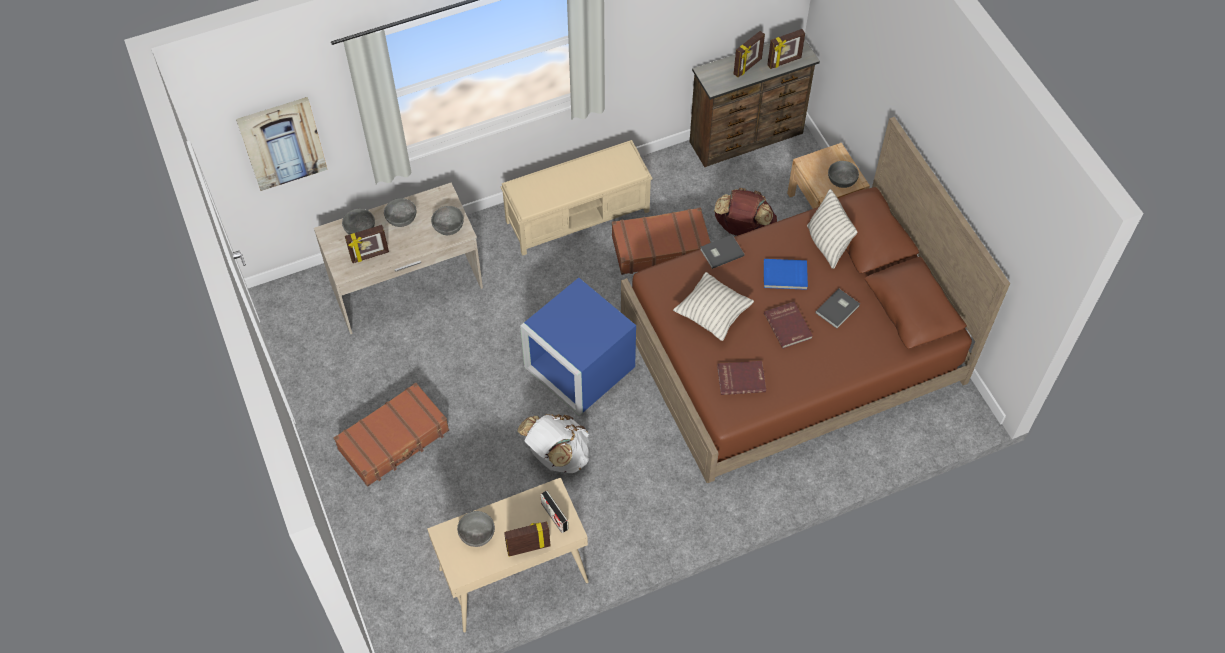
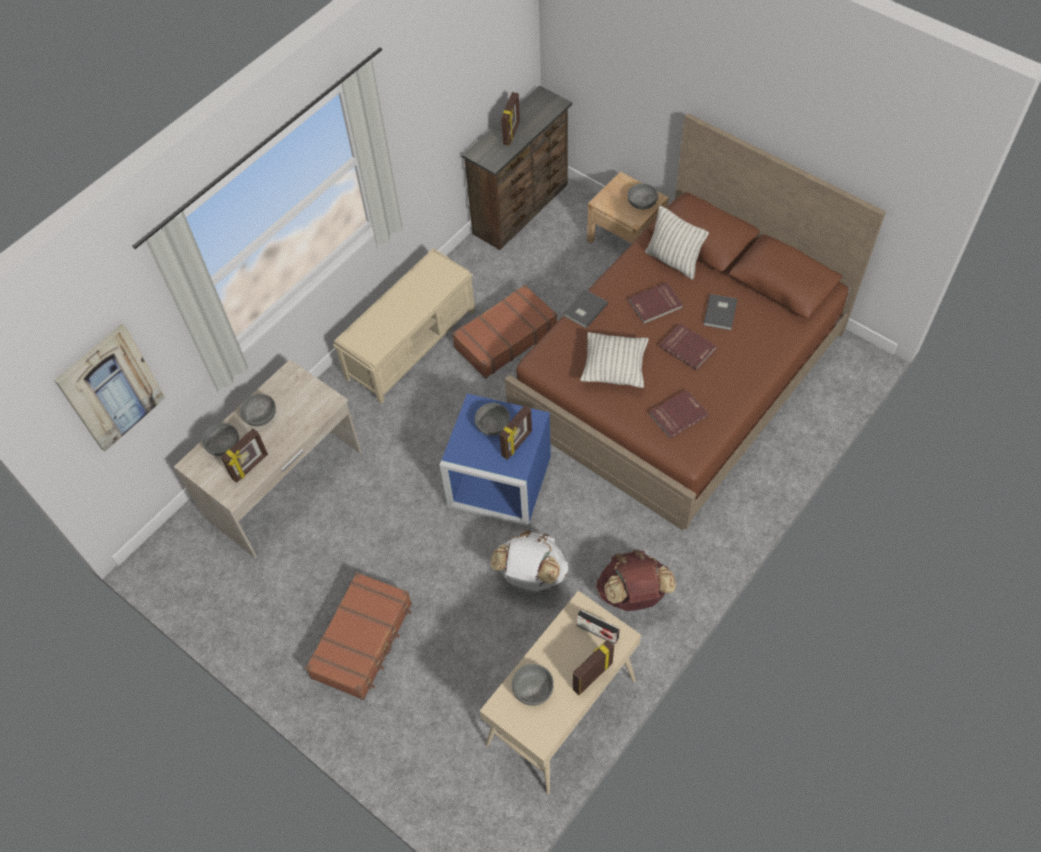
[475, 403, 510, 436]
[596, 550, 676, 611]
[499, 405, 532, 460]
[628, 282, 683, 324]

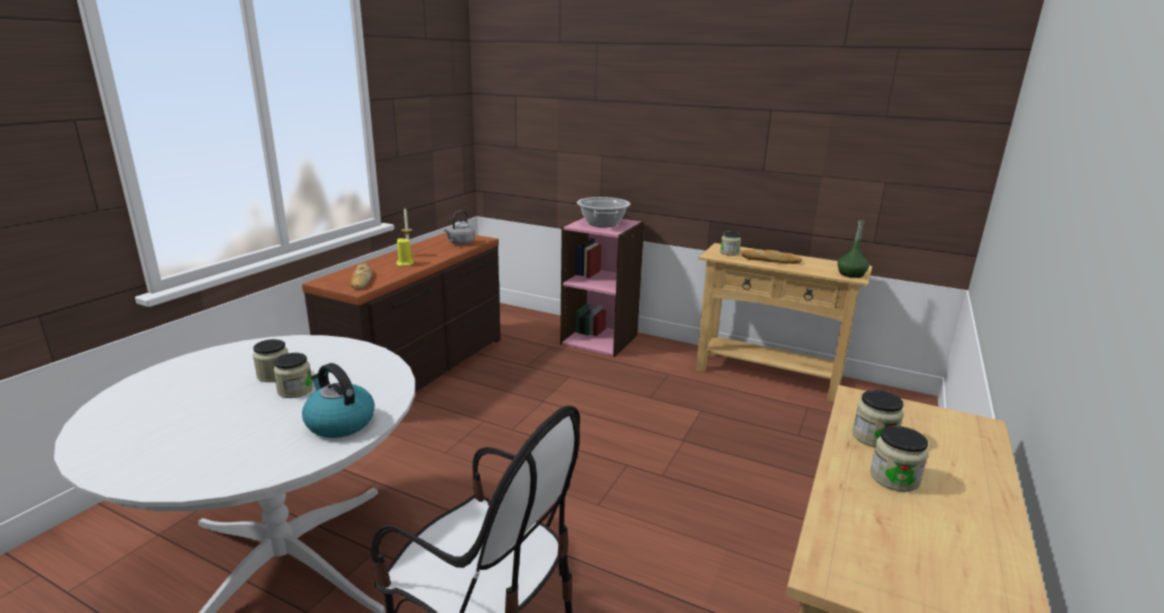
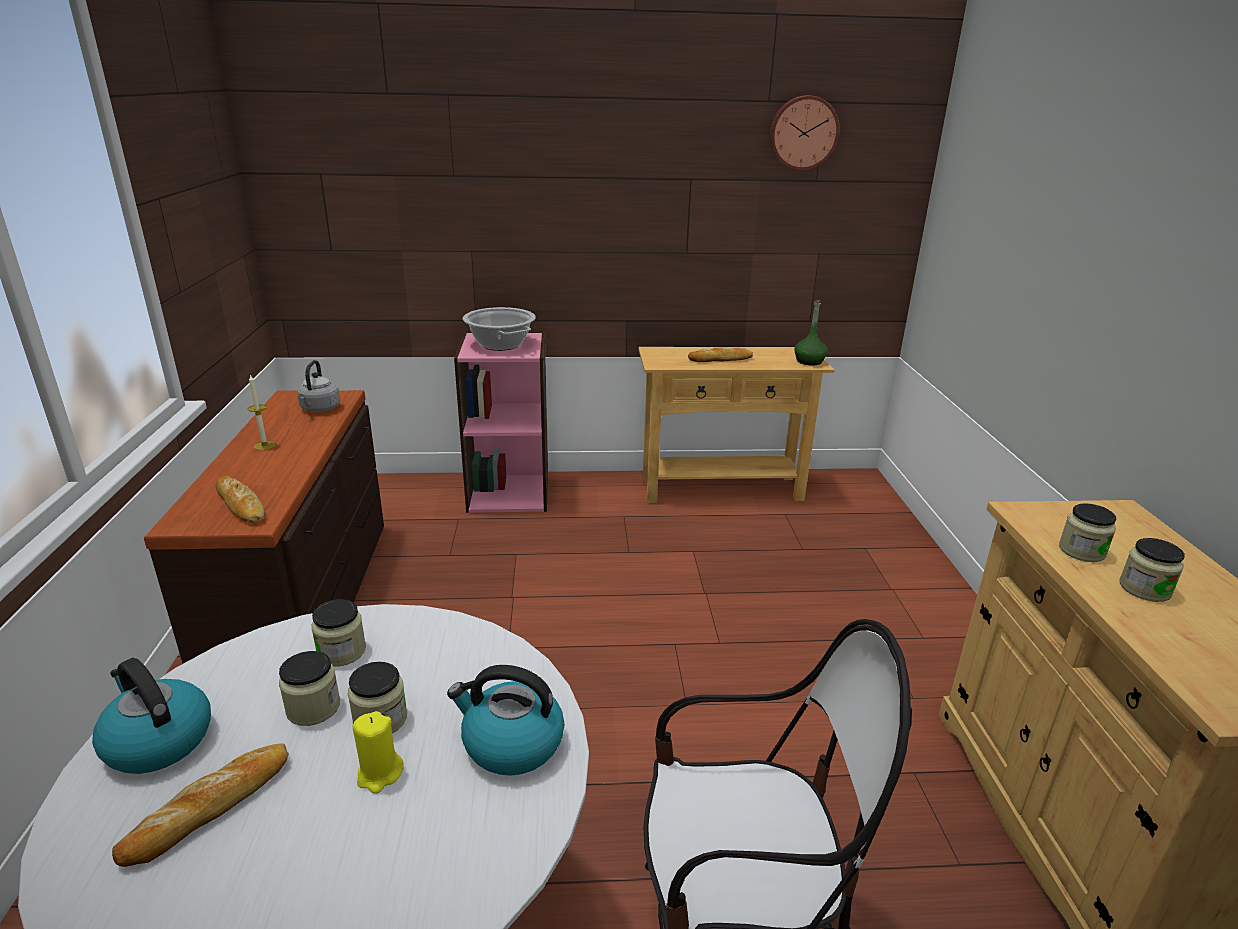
[92, 658, 211, 774]
[112, 743, 289, 867]
[769, 95, 840, 170]
[352, 711, 404, 794]
[311, 599, 366, 667]

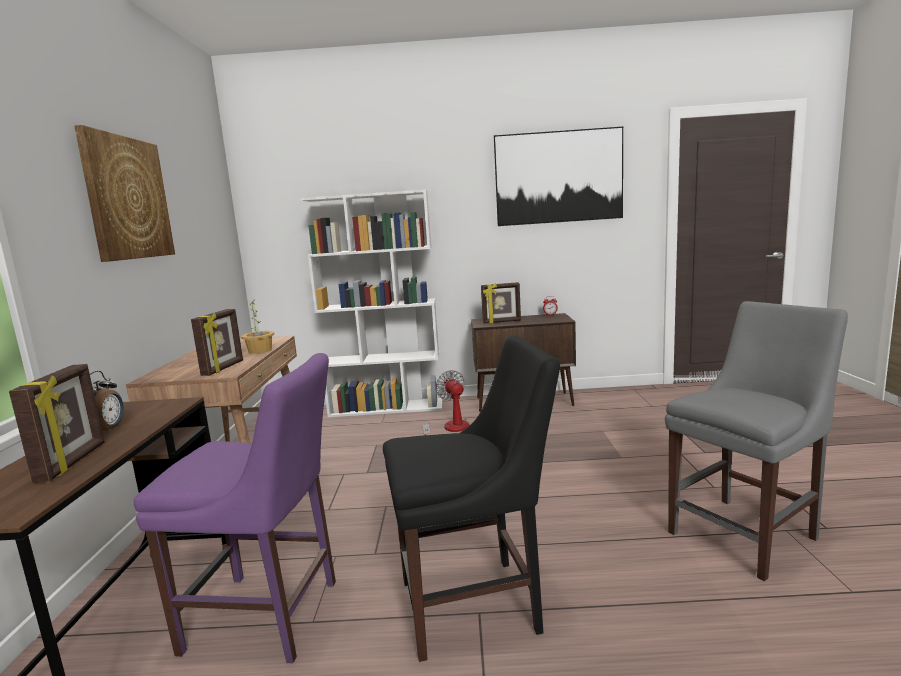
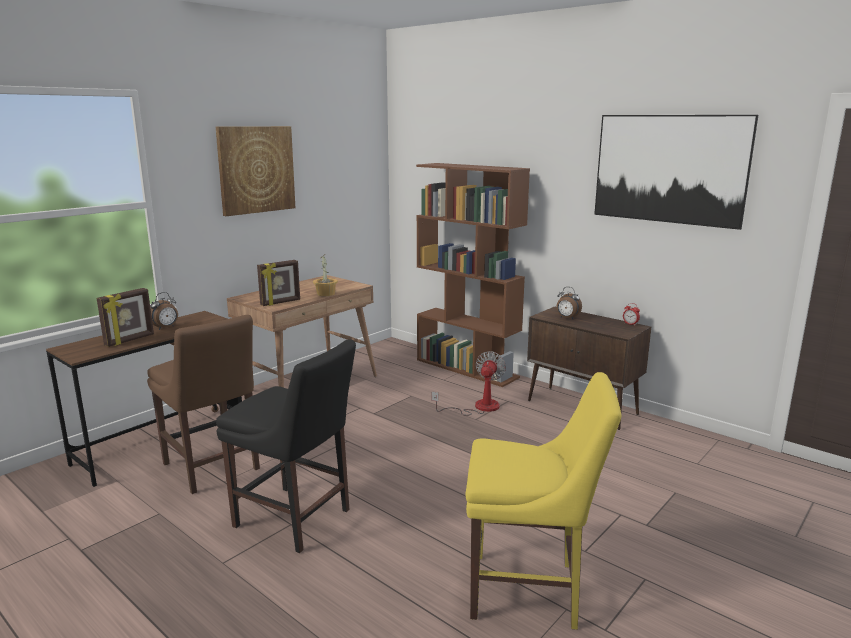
[557, 287, 582, 319]
[147, 315, 260, 494]
[416, 163, 530, 387]
[466, 372, 621, 630]

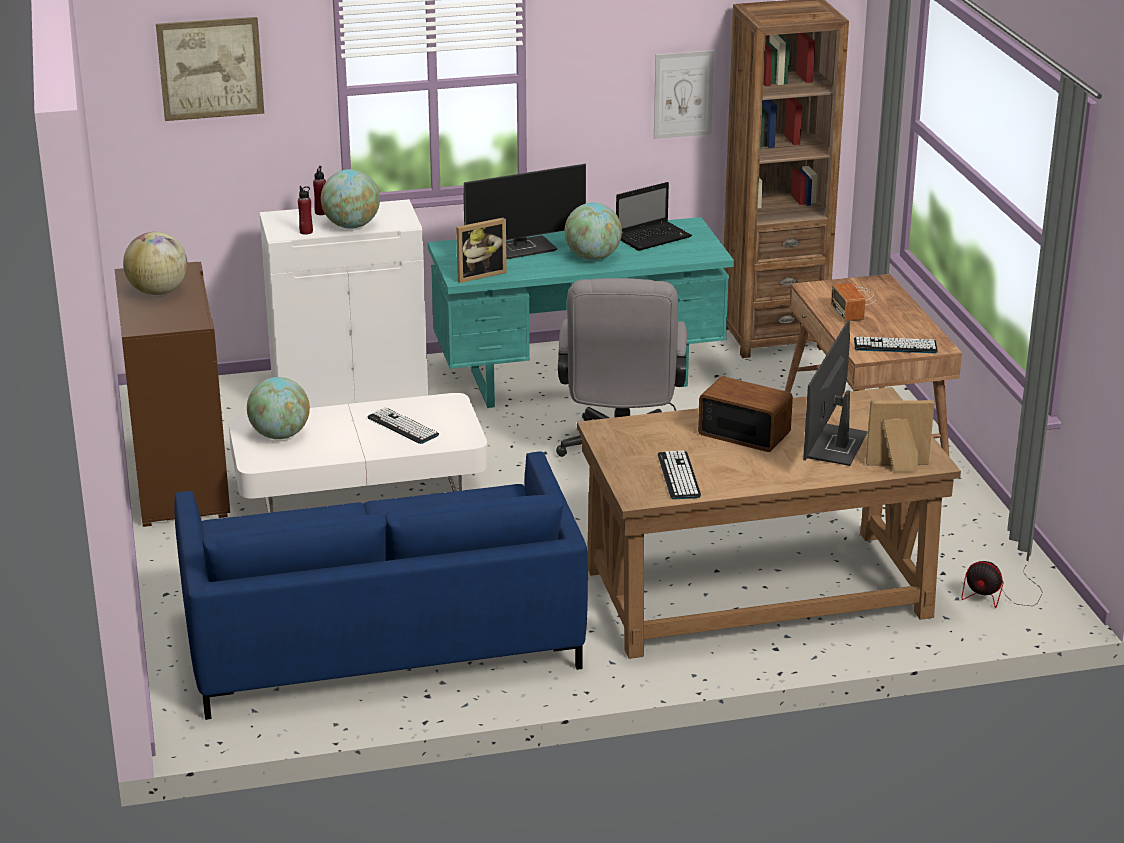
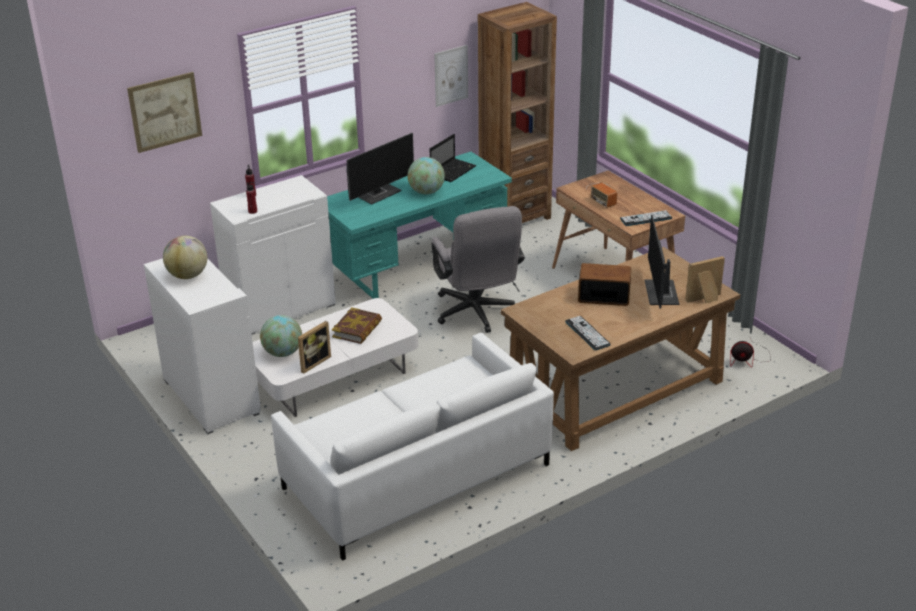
[321, 169, 380, 229] (first image)
[298, 321, 331, 373]
[332, 307, 382, 344]
[144, 258, 261, 434]
[271, 333, 554, 561]

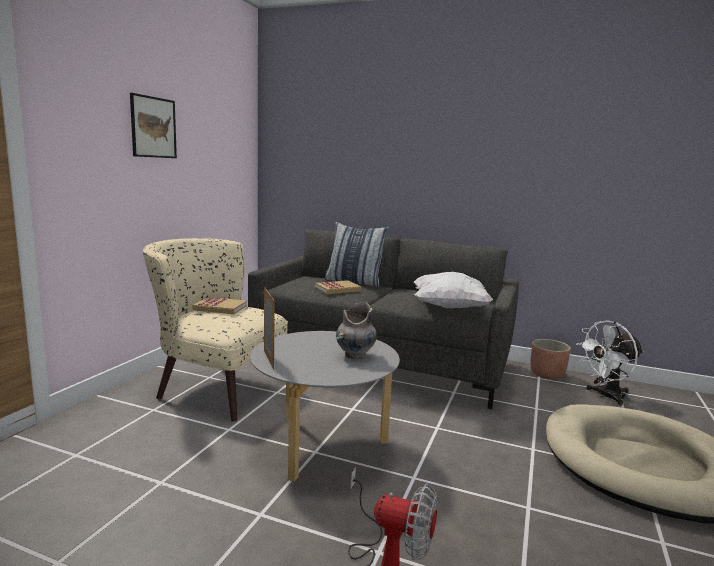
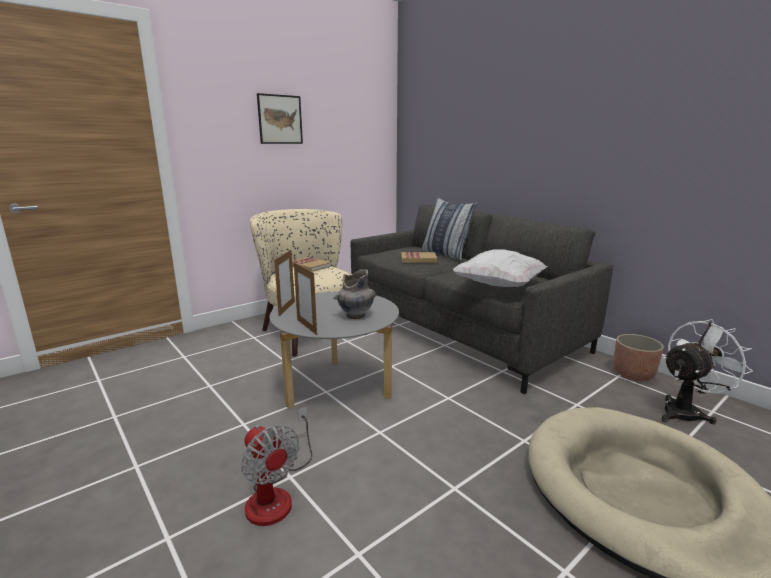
[294, 262, 317, 335]
[661, 319, 753, 424]

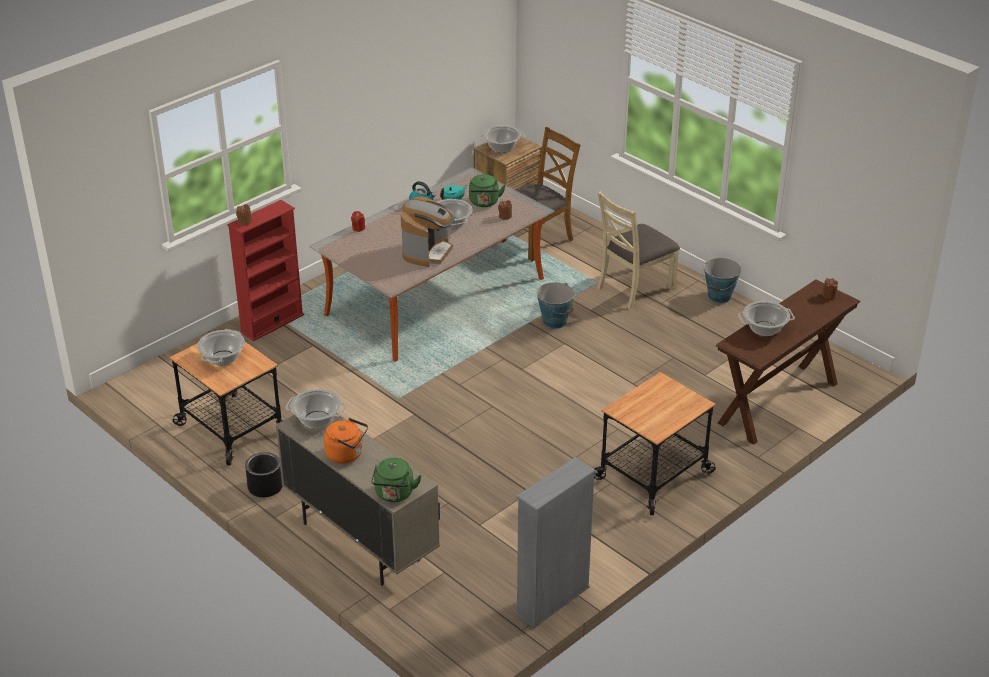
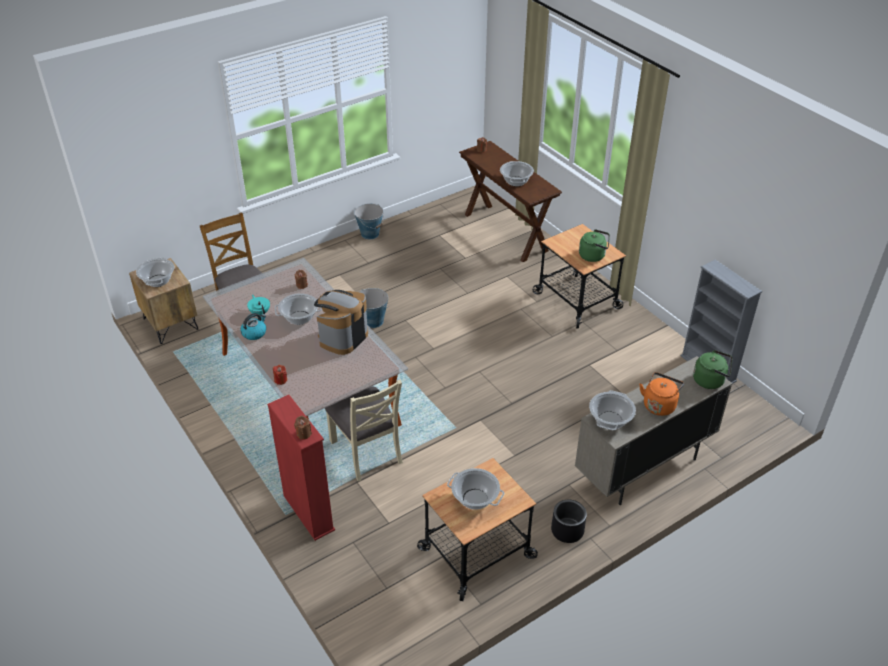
[579, 229, 610, 262]
[325, 380, 403, 482]
[314, 290, 368, 355]

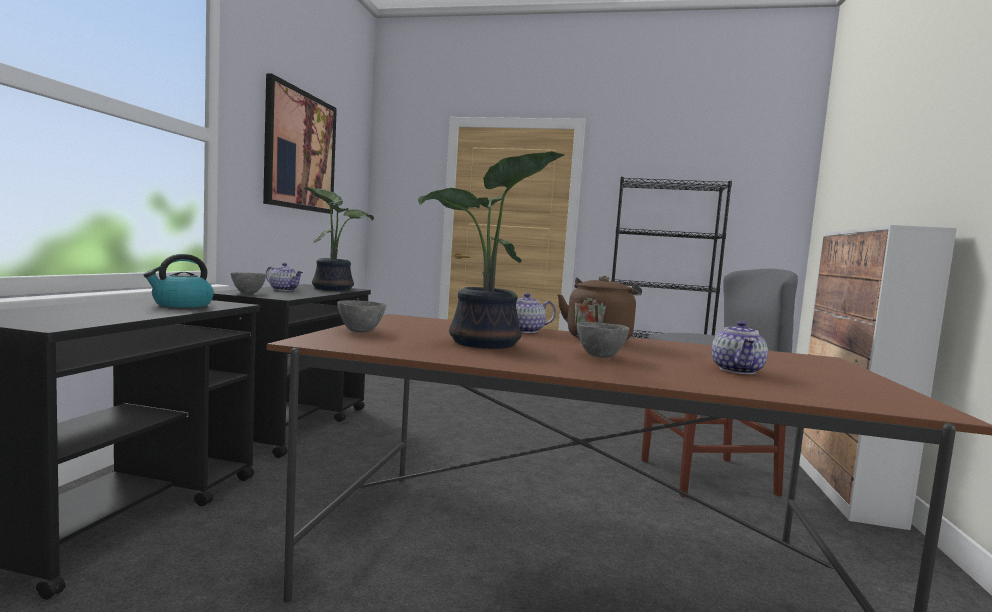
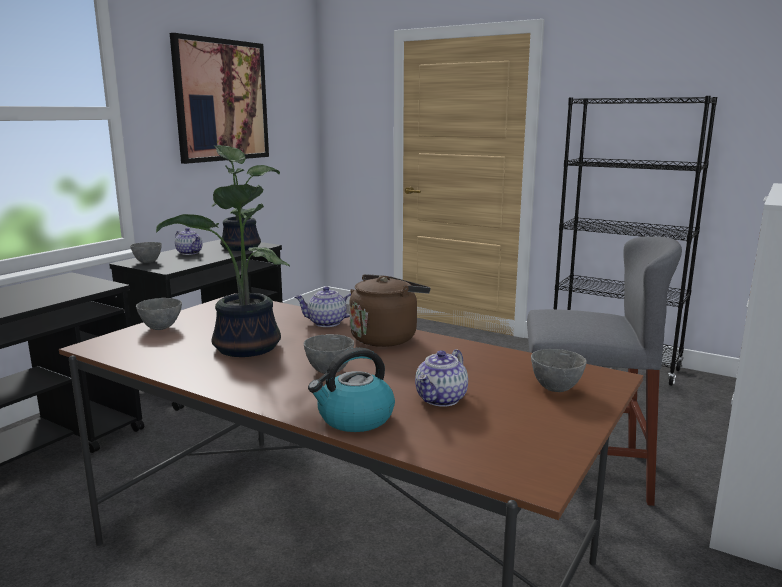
[531, 349, 587, 392]
[308, 348, 395, 432]

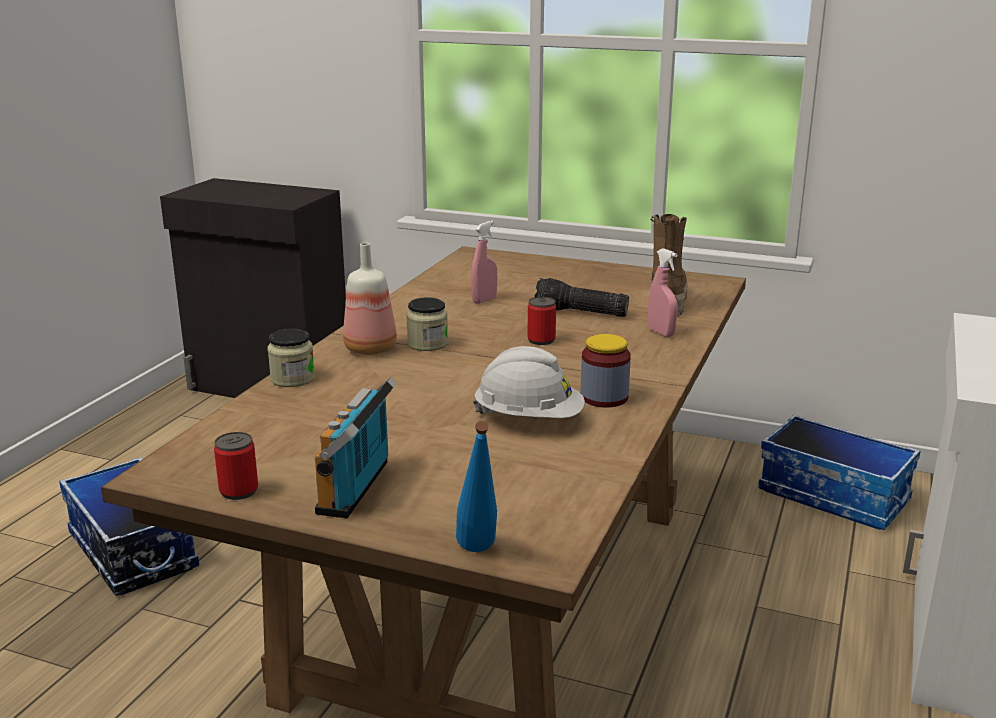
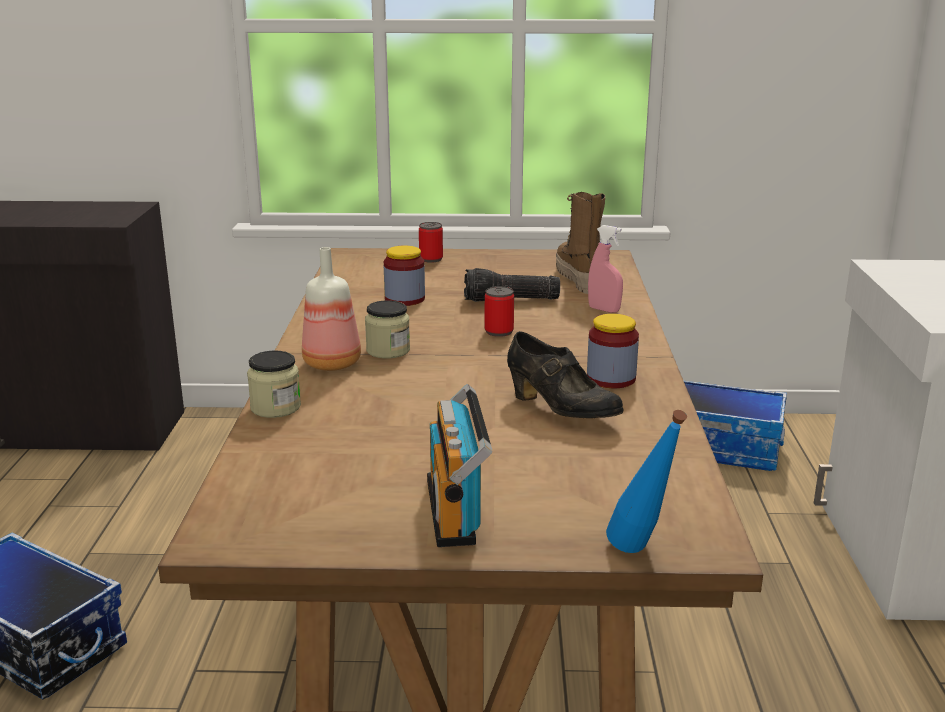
[419, 222, 443, 263]
[384, 246, 425, 306]
[507, 331, 624, 418]

